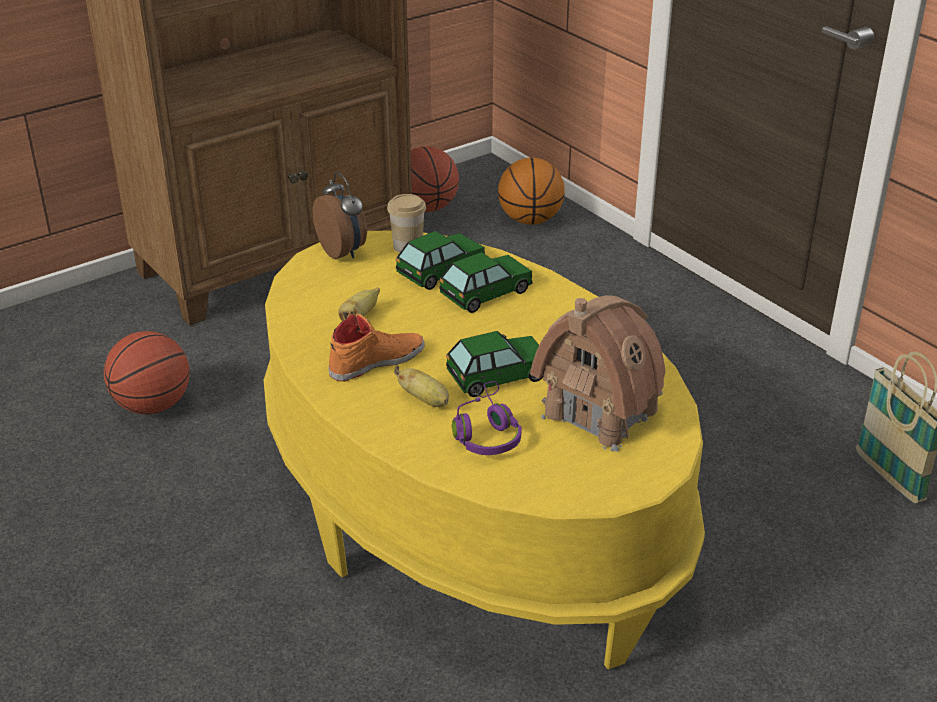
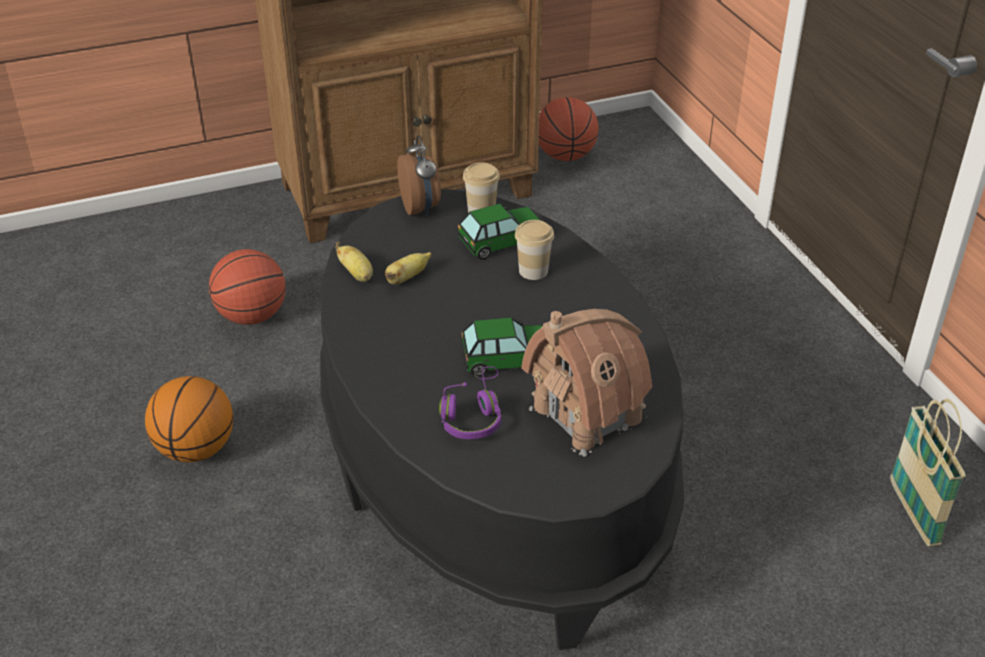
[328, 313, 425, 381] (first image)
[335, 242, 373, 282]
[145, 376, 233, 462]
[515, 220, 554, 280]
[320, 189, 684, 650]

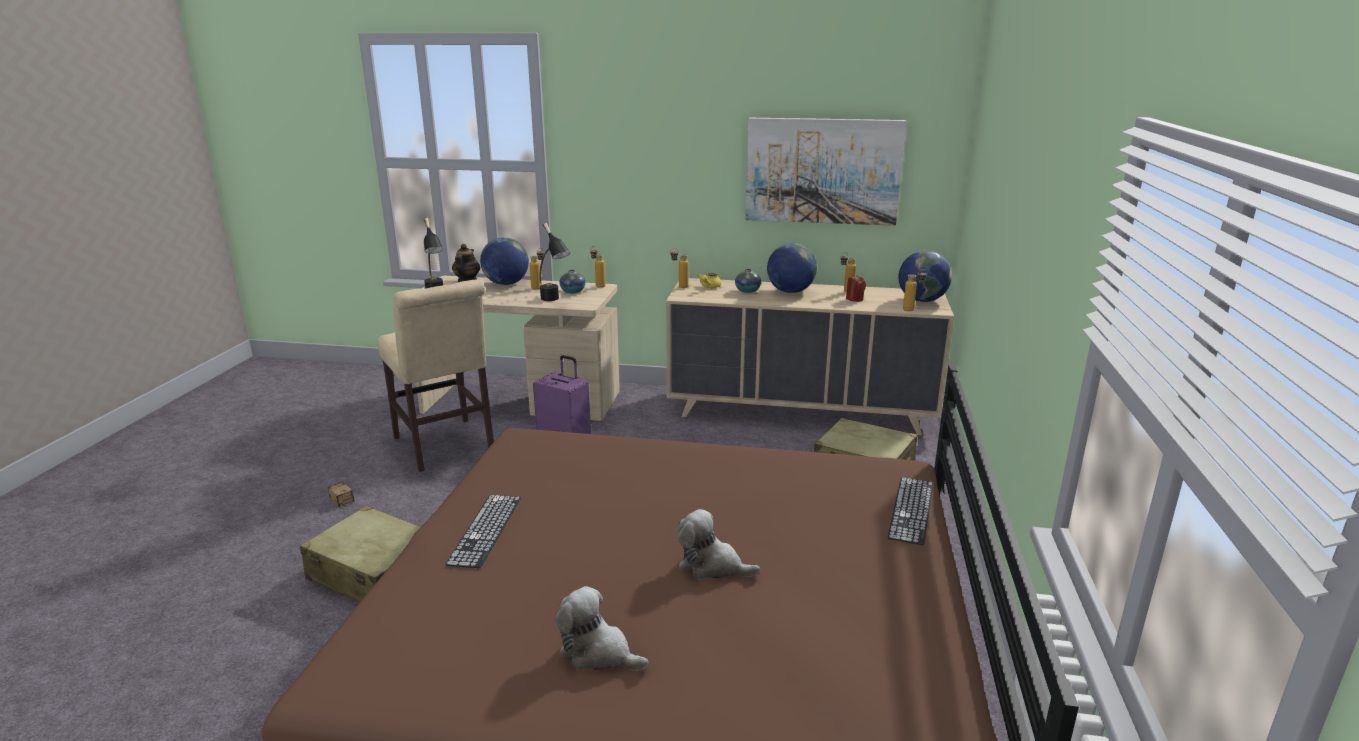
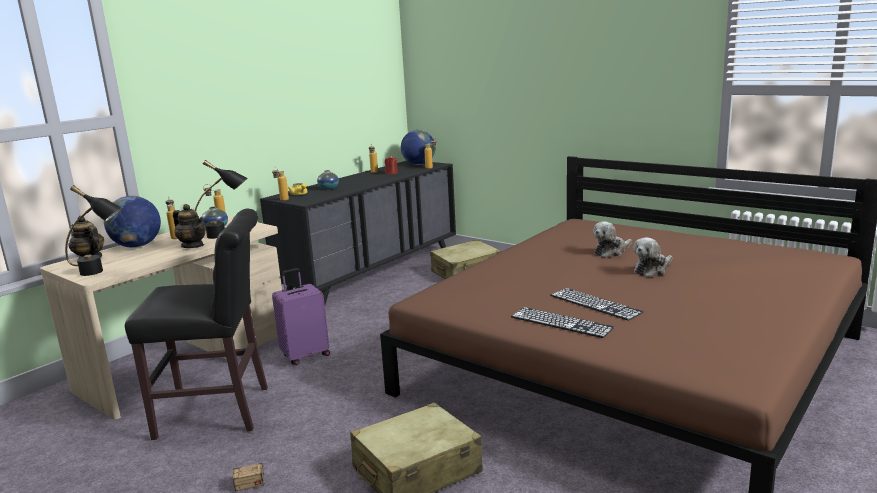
[745, 118, 907, 226] (first image)
[767, 243, 817, 293] (first image)
[173, 204, 206, 248]
[593, 222, 632, 258]
[550, 288, 644, 321]
[125, 209, 268, 440]
[260, 161, 456, 304]

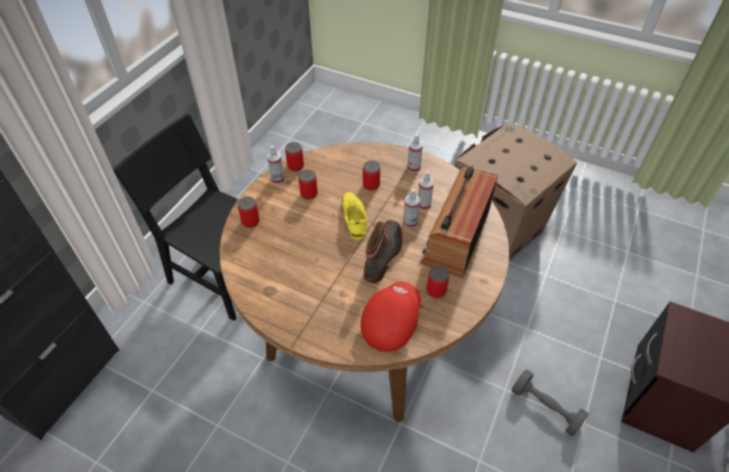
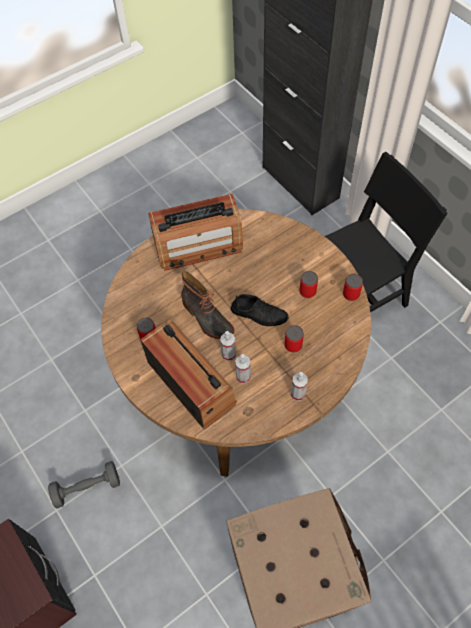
[238, 197, 260, 228] (first image)
[267, 145, 284, 184] (first image)
[361, 282, 421, 352] (first image)
[148, 194, 243, 271]
[231, 294, 289, 326]

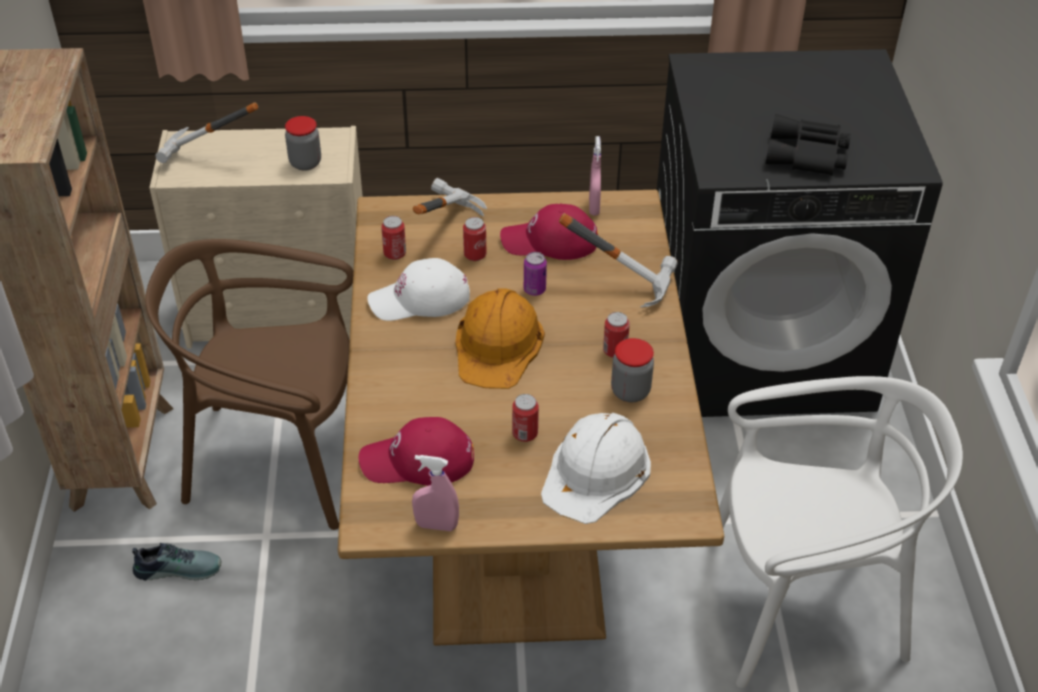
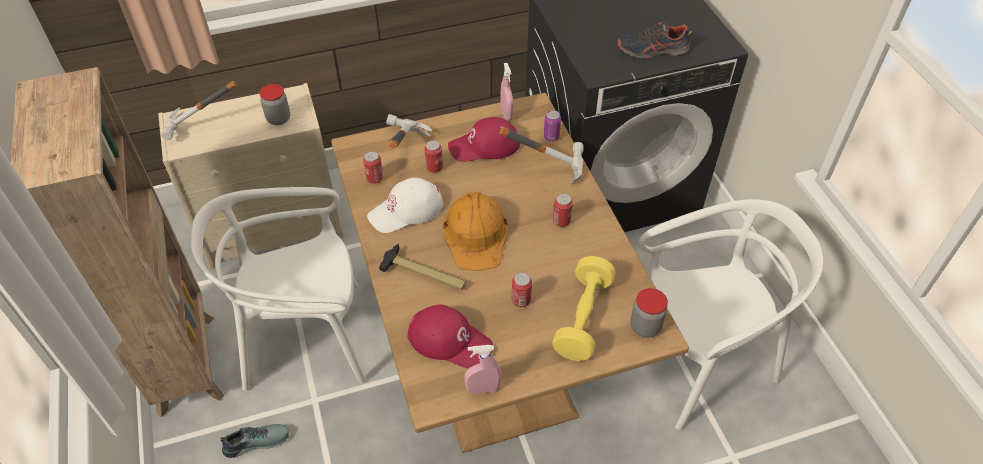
[379, 244, 466, 290]
[544, 110, 561, 142]
[630, 288, 668, 337]
[552, 256, 616, 361]
[617, 22, 692, 58]
[191, 187, 367, 391]
[407, 305, 493, 369]

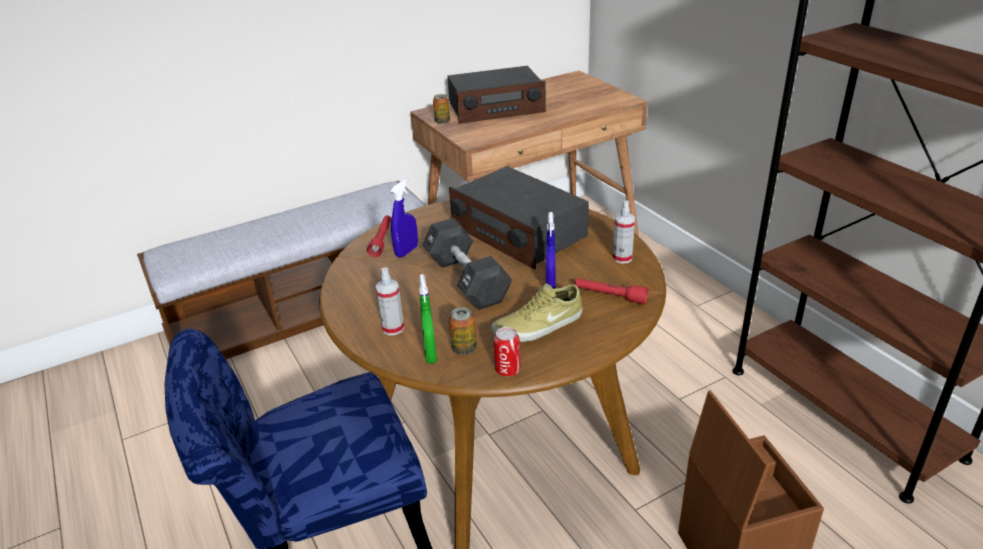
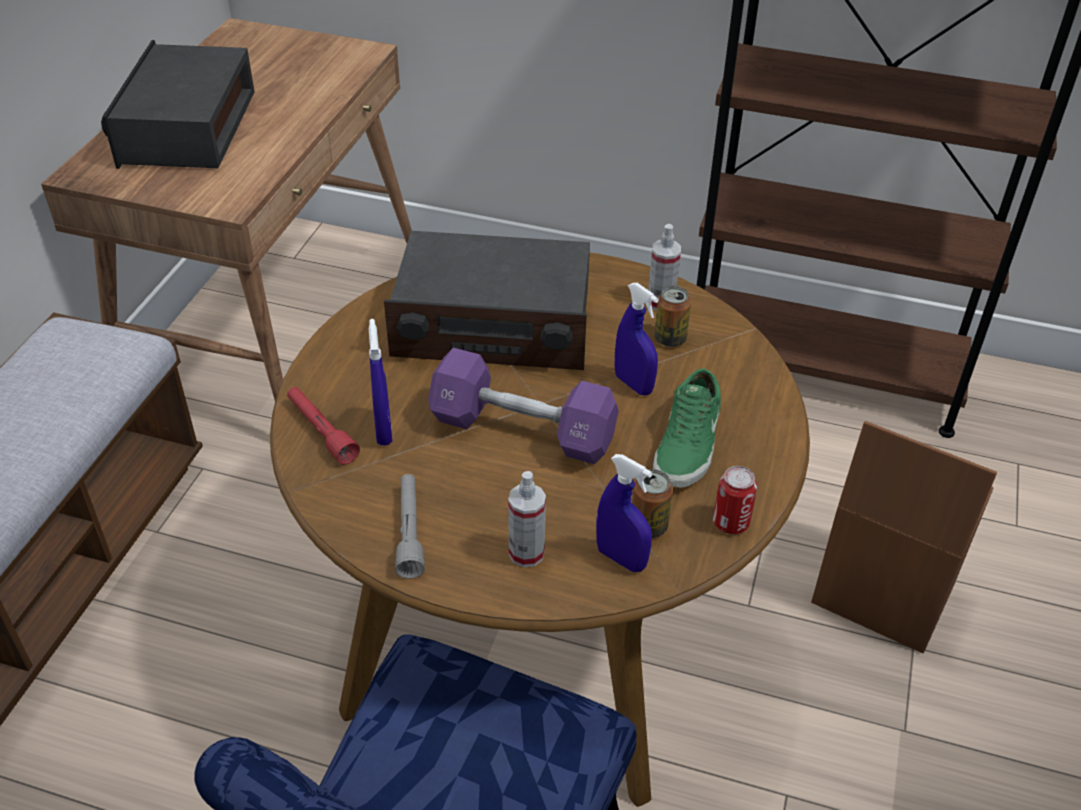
[575, 278, 648, 305] (first image)
[395, 474, 425, 579]
[654, 286, 691, 347]
[596, 454, 652, 572]
[428, 348, 619, 464]
[653, 369, 721, 488]
[101, 40, 255, 169]

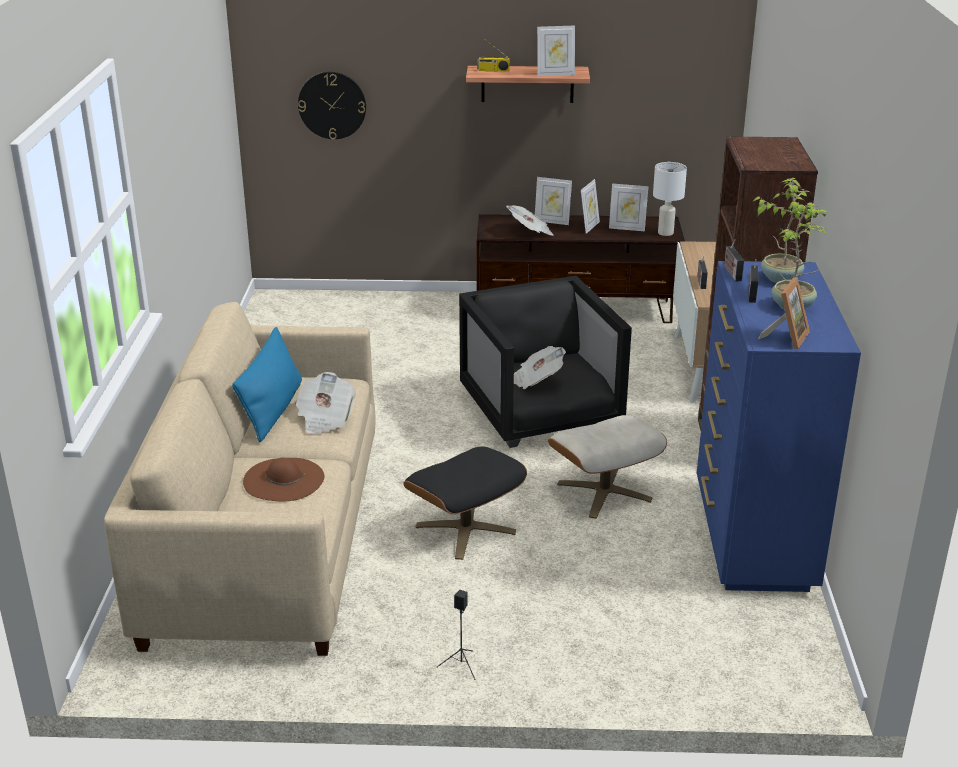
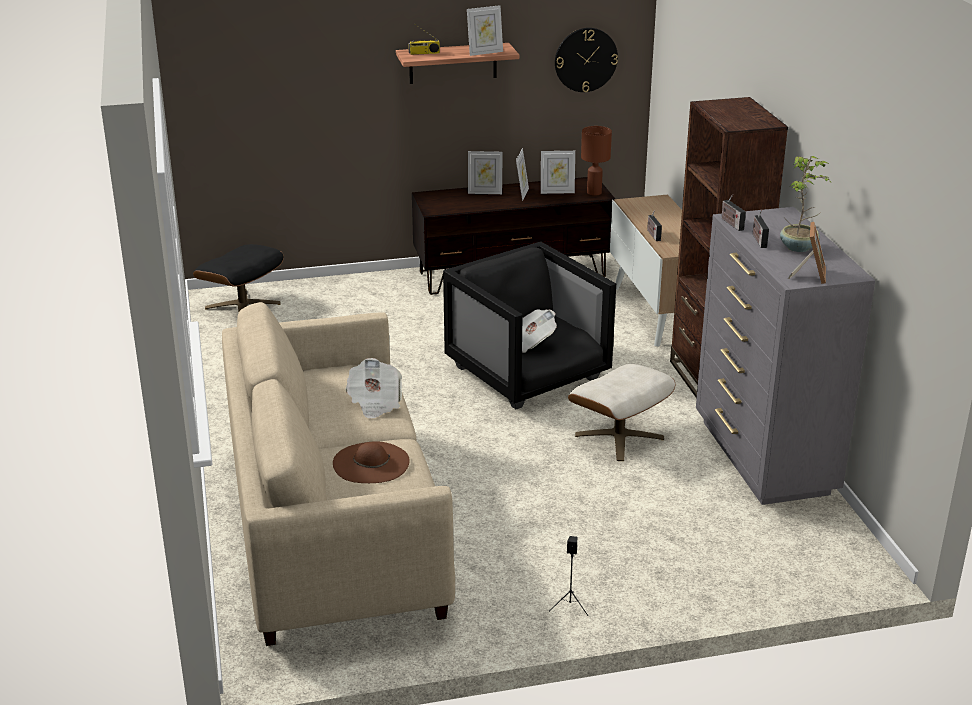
[232, 327, 302, 442] (first image)
[506, 205, 554, 236] (first image)
[752, 178, 814, 283] (first image)
[555, 28, 618, 92]
[193, 244, 284, 313]
[581, 126, 612, 196]
[696, 207, 875, 505]

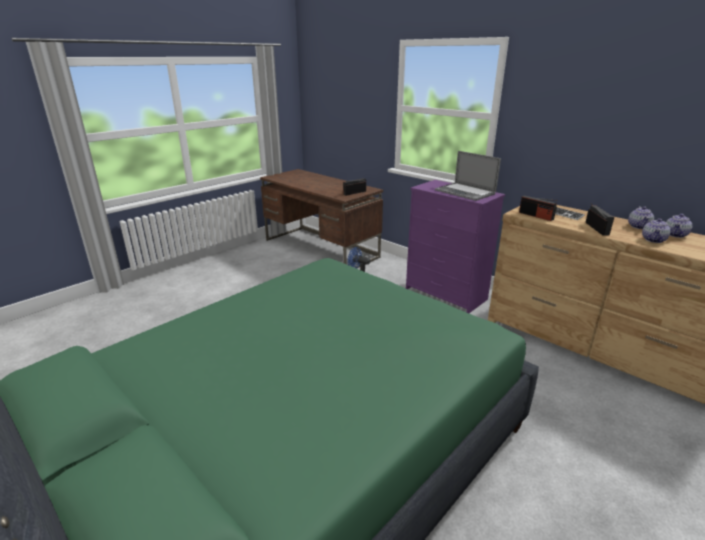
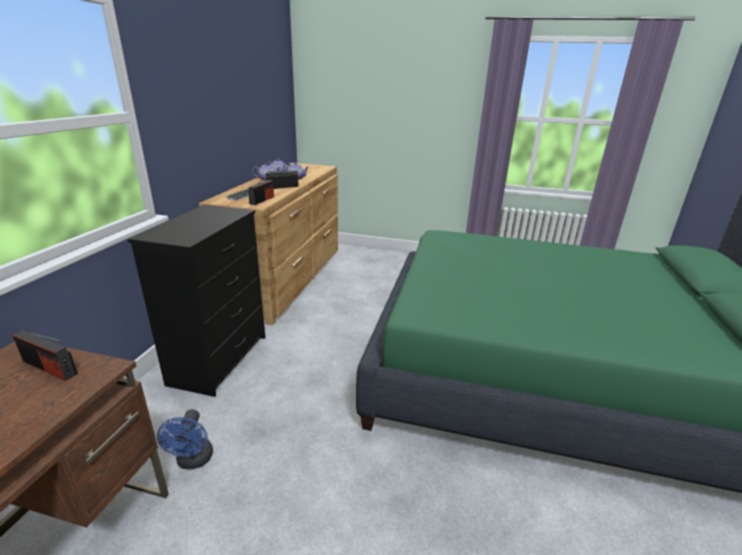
[435, 151, 501, 201] (first image)
[128, 205, 266, 397]

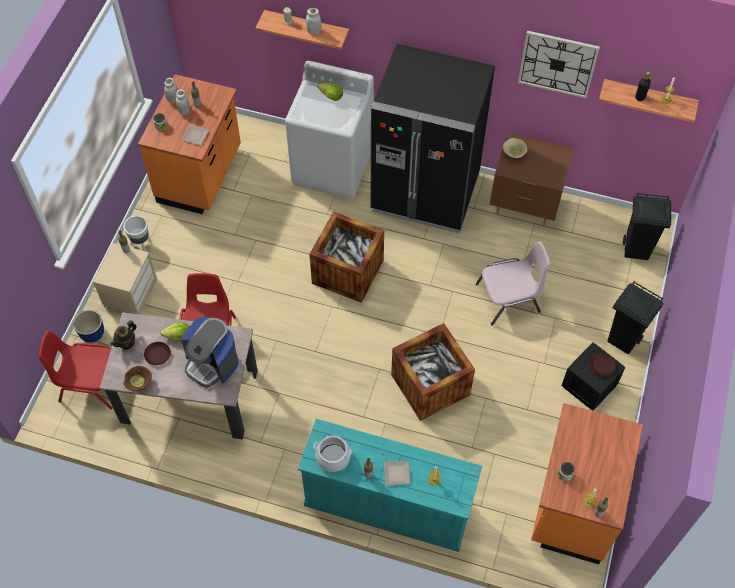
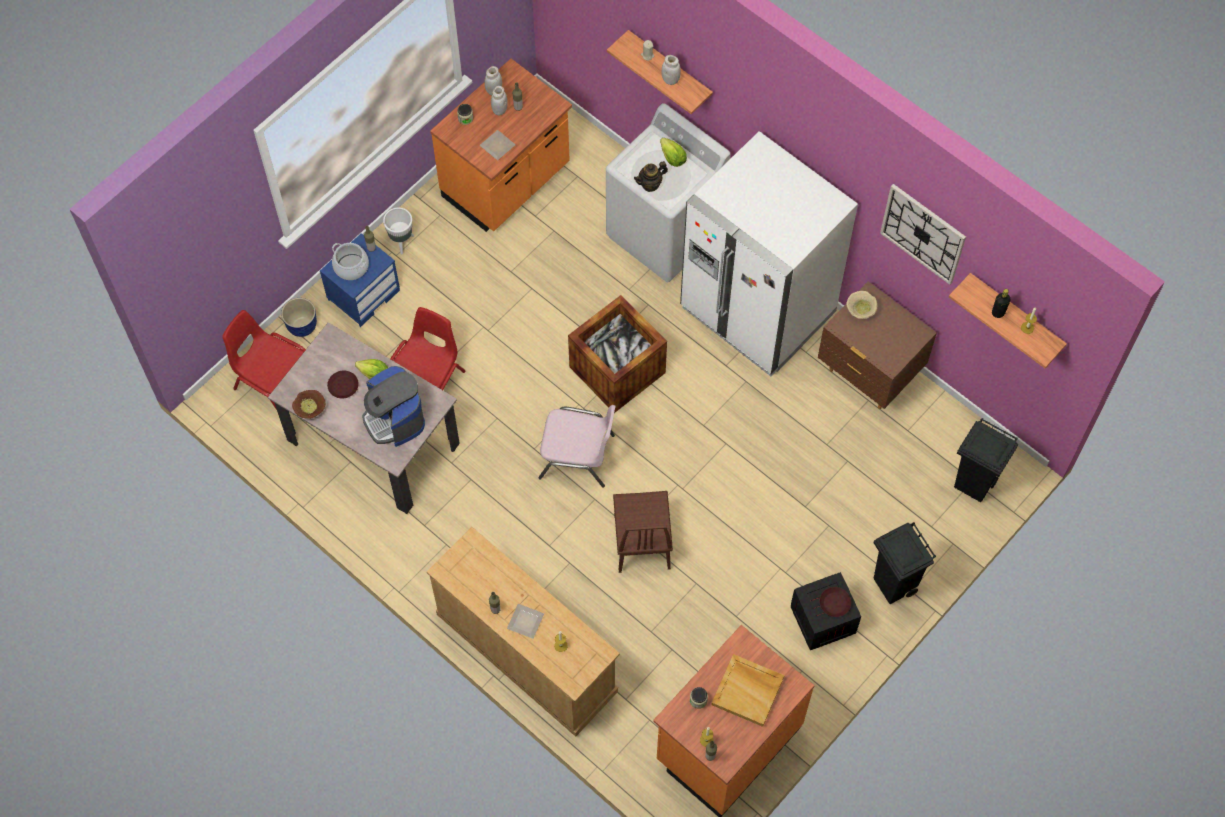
[711, 654, 784, 727]
[634, 161, 668, 192]
[332, 243, 369, 280]
[538, 405, 615, 488]
[613, 491, 673, 573]
[320, 233, 400, 327]
[427, 527, 620, 737]
[680, 131, 858, 376]

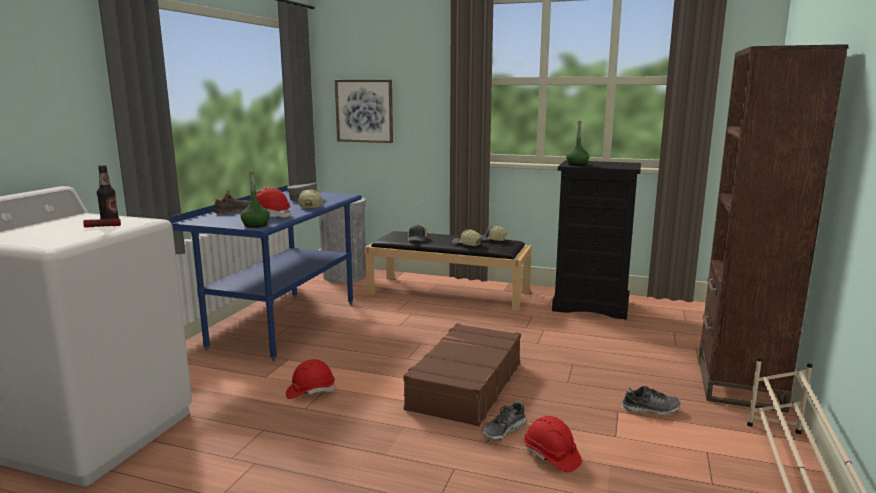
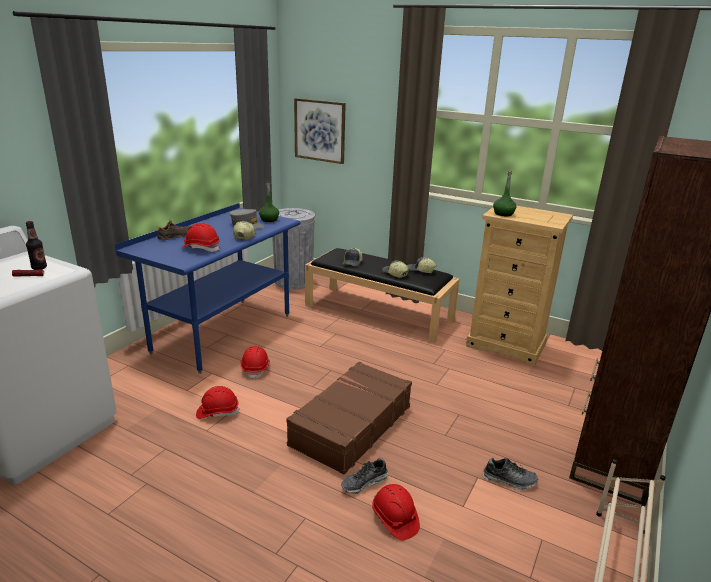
[240, 346, 270, 380]
[259, 182, 279, 222]
[466, 206, 573, 366]

